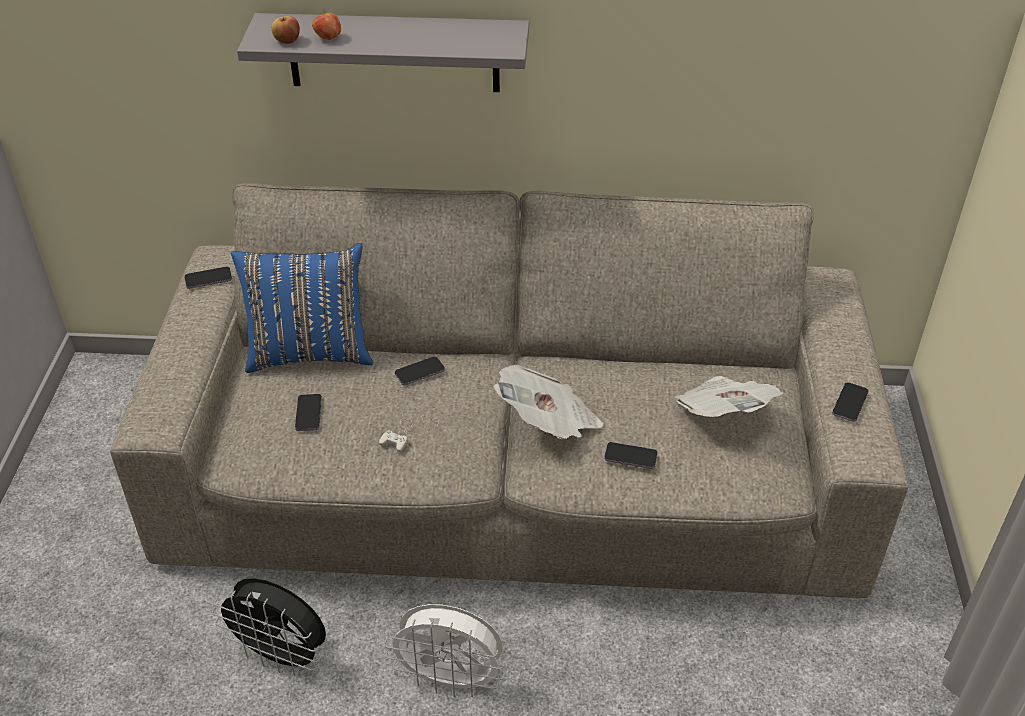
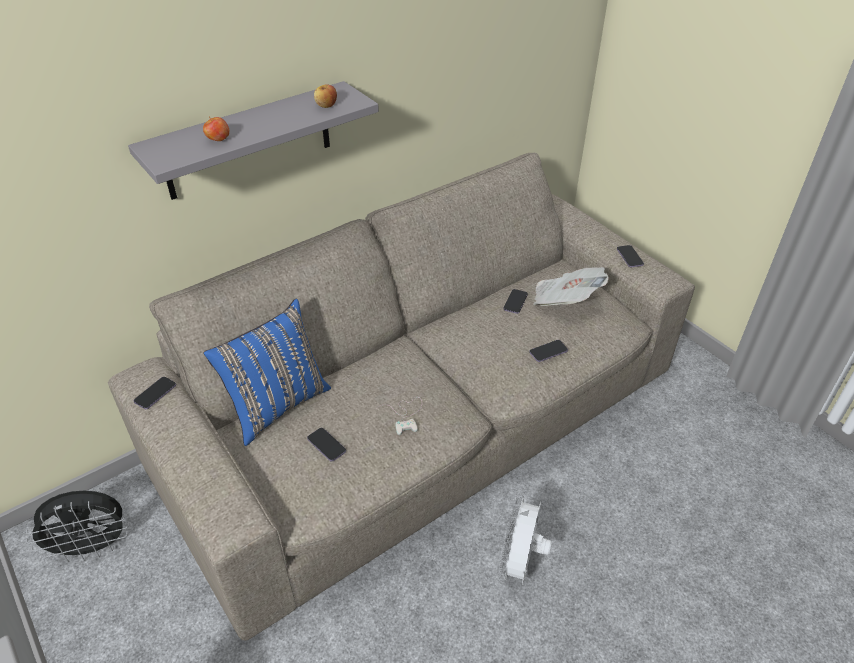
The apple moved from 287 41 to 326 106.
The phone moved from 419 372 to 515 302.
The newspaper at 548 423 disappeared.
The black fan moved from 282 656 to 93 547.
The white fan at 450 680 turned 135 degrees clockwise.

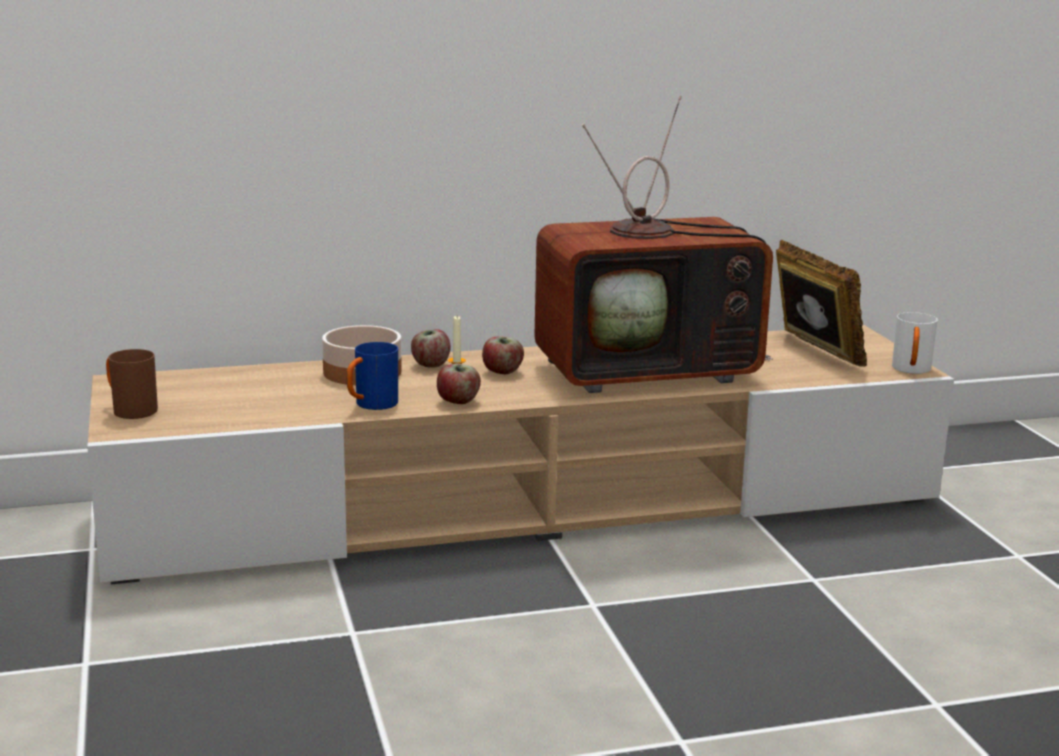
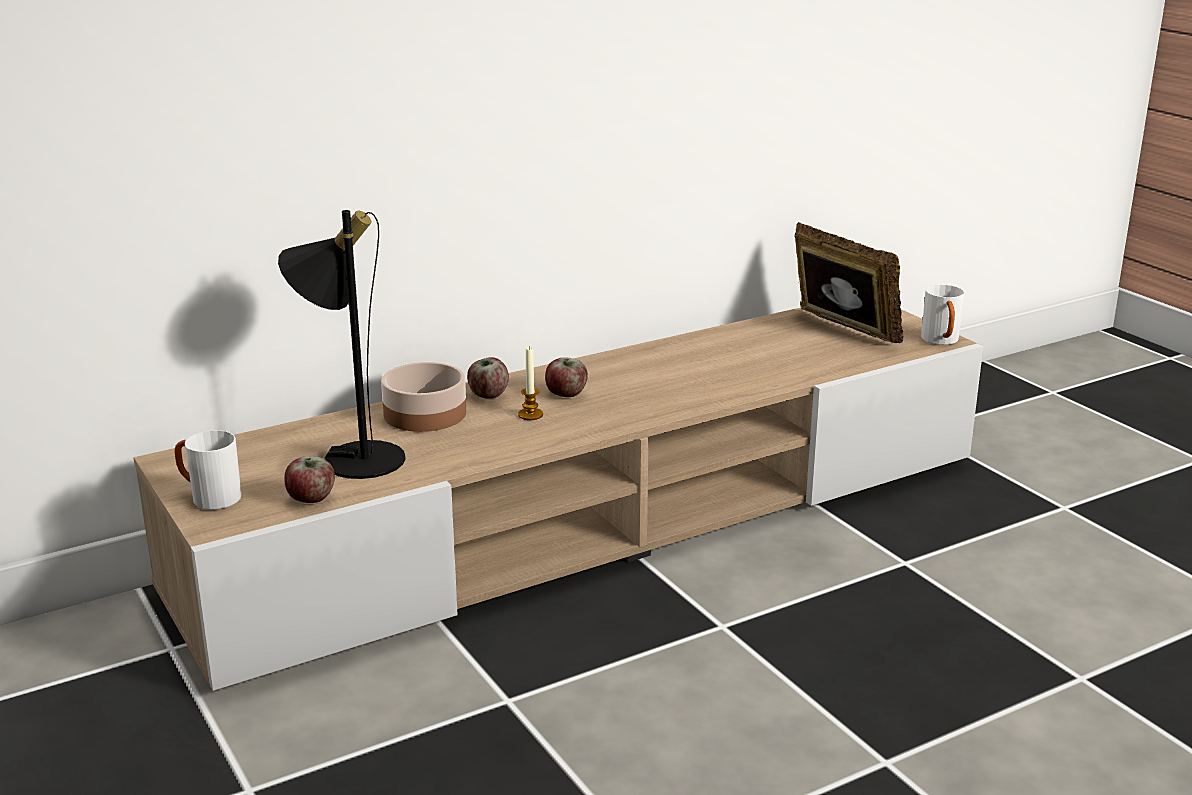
The television at 650 370 disappeared.
The blue mug at 371 406 disappeared.
The brown mug at 129 410 became the white mug at 208 497.
The apple moved from 458 402 to 311 499.
The black table lamp at 352 456 appeared.

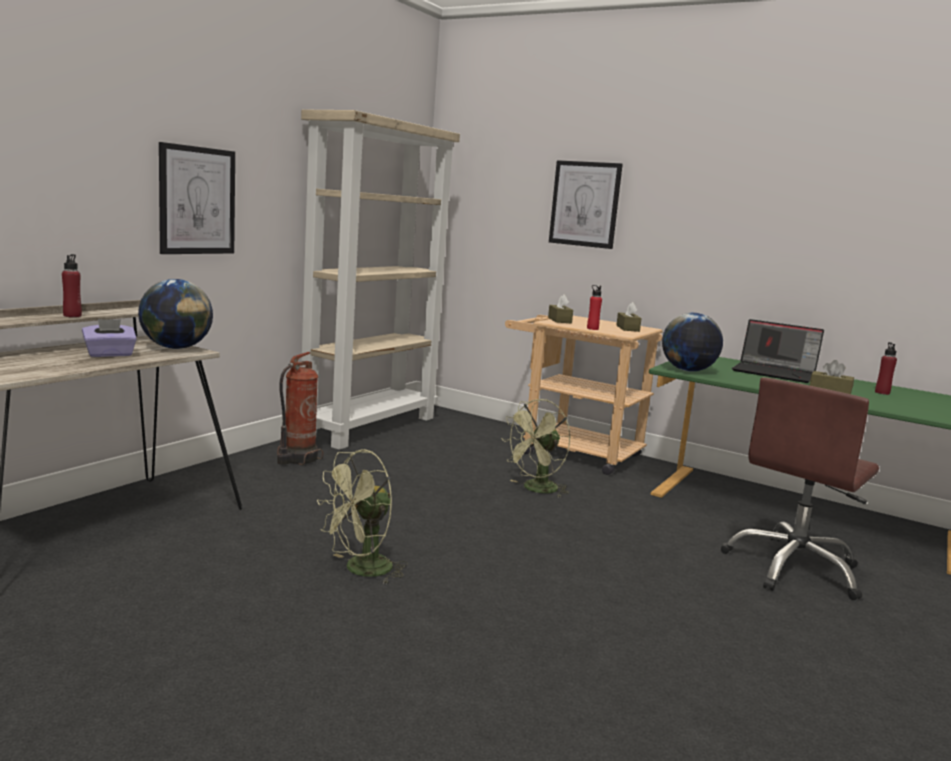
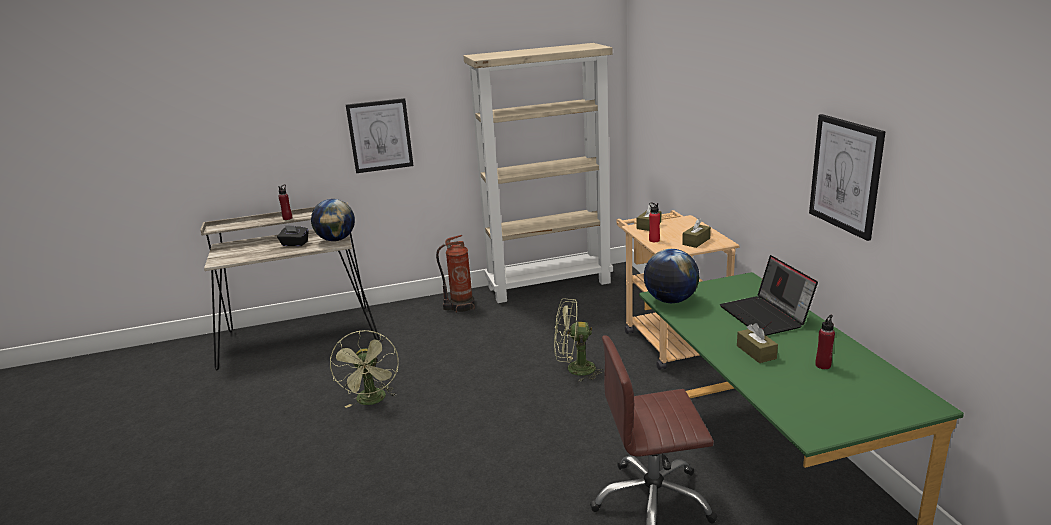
The picture moved from 585 204 to 846 175.
The purple tissue box at 110 354 became the black tissue box at 294 244.
The green fan at 360 570 turned 105 degrees counterclockwise.

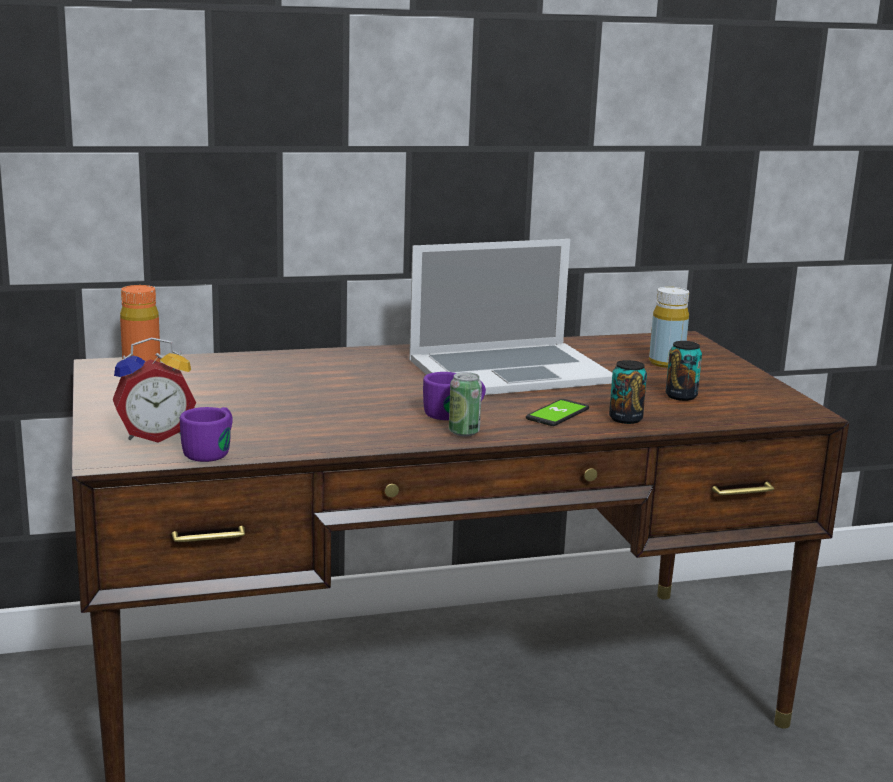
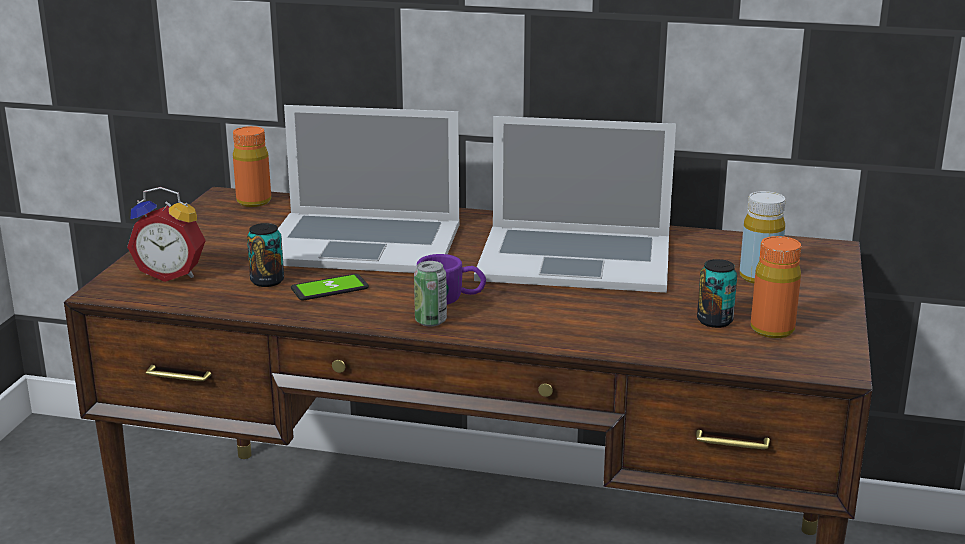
The can moved from 625 419 to 267 281.
The phone moved from 557 414 to 329 289.
The purple mug at 212 451 disappeared.
The laptop at 362 243 appeared.
The orange bottle at 772 330 appeared.

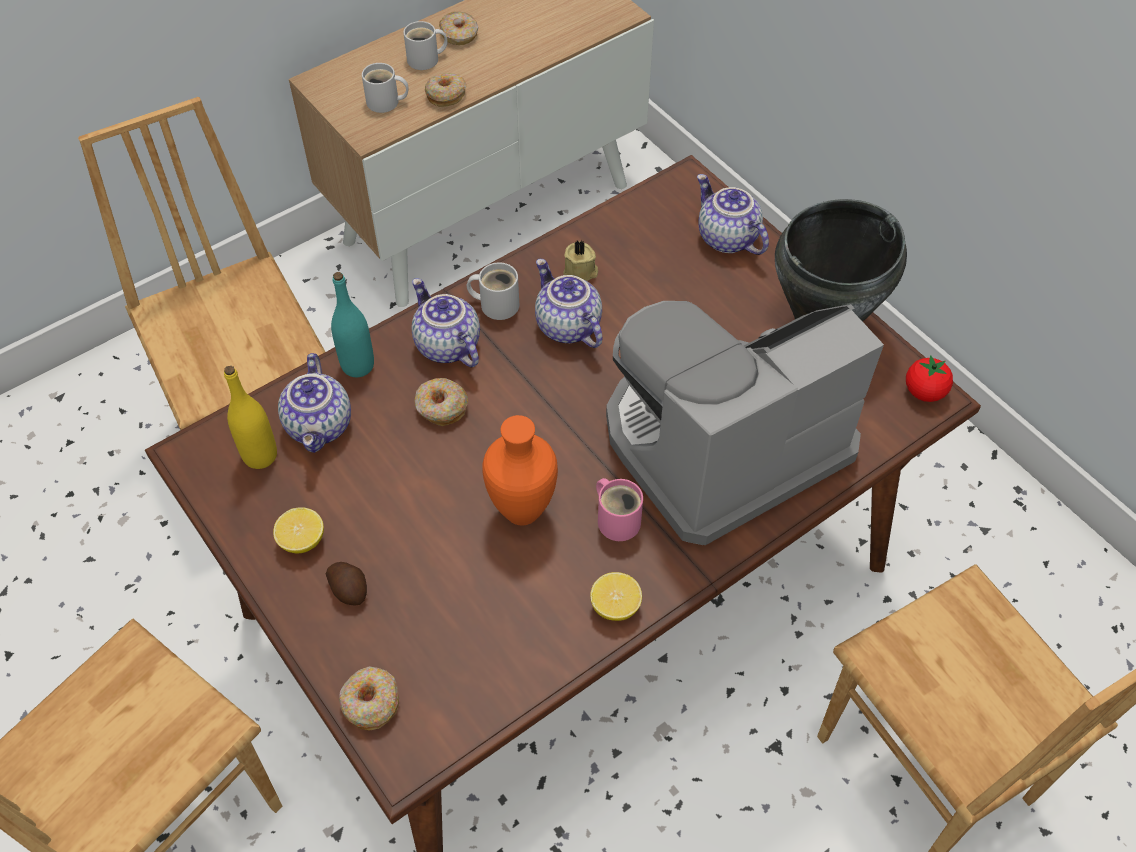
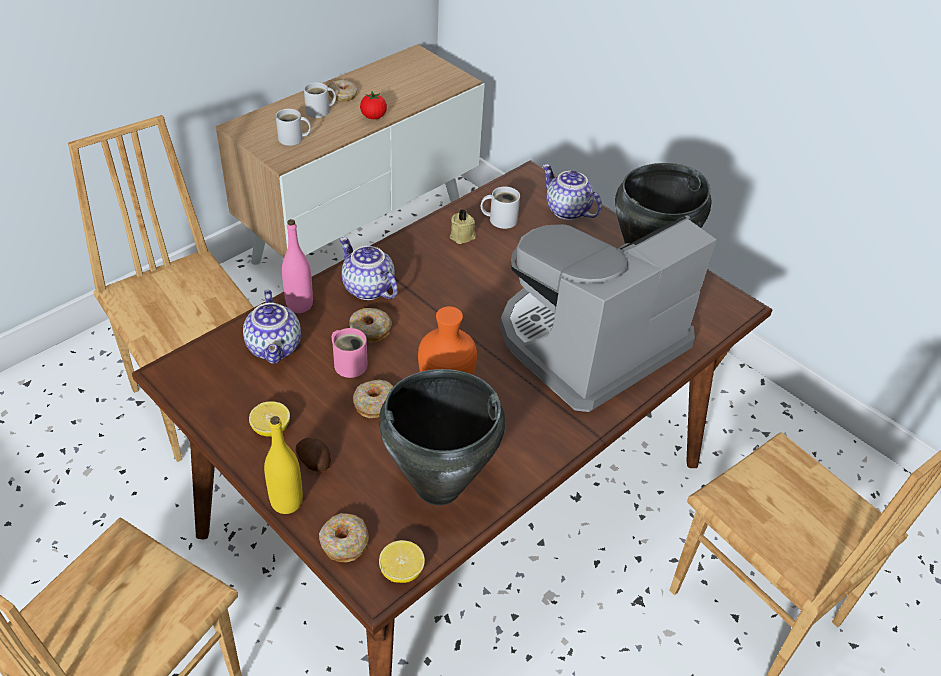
The donut moved from 446 95 to 374 403.
The teapot at 566 326 disappeared.
The white mug moved from 496 303 to 500 219.
The turquoise bottle at 358 365 became the pink bottle at 299 305.
The tomato moved from 924 392 to 373 117.
The yellow bottle moved from 260 455 to 286 502.
The pink mug moved from 617 518 to 349 363.
The lemon moved from 615 606 to 401 571.
The black cooking pot at 437 486 appeared.

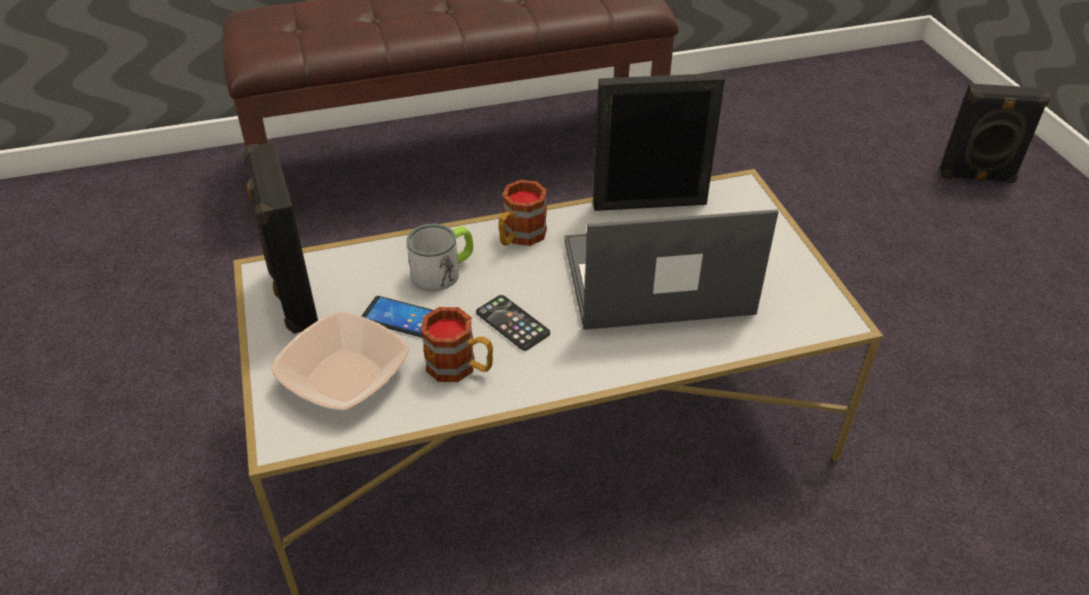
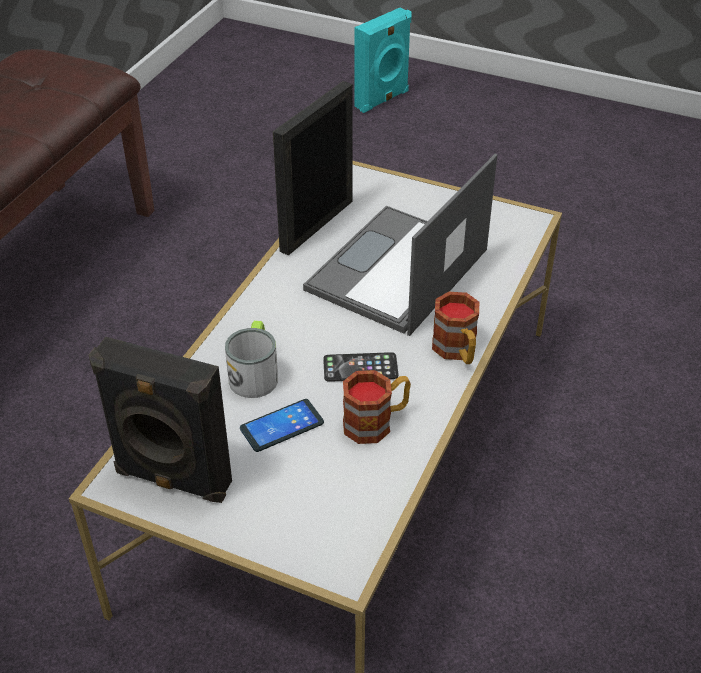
The black speaker at 977 177 became the turquoise speaker at 383 100.
The mug moved from 519 237 to 457 351.
The bowl at 344 377 disappeared.

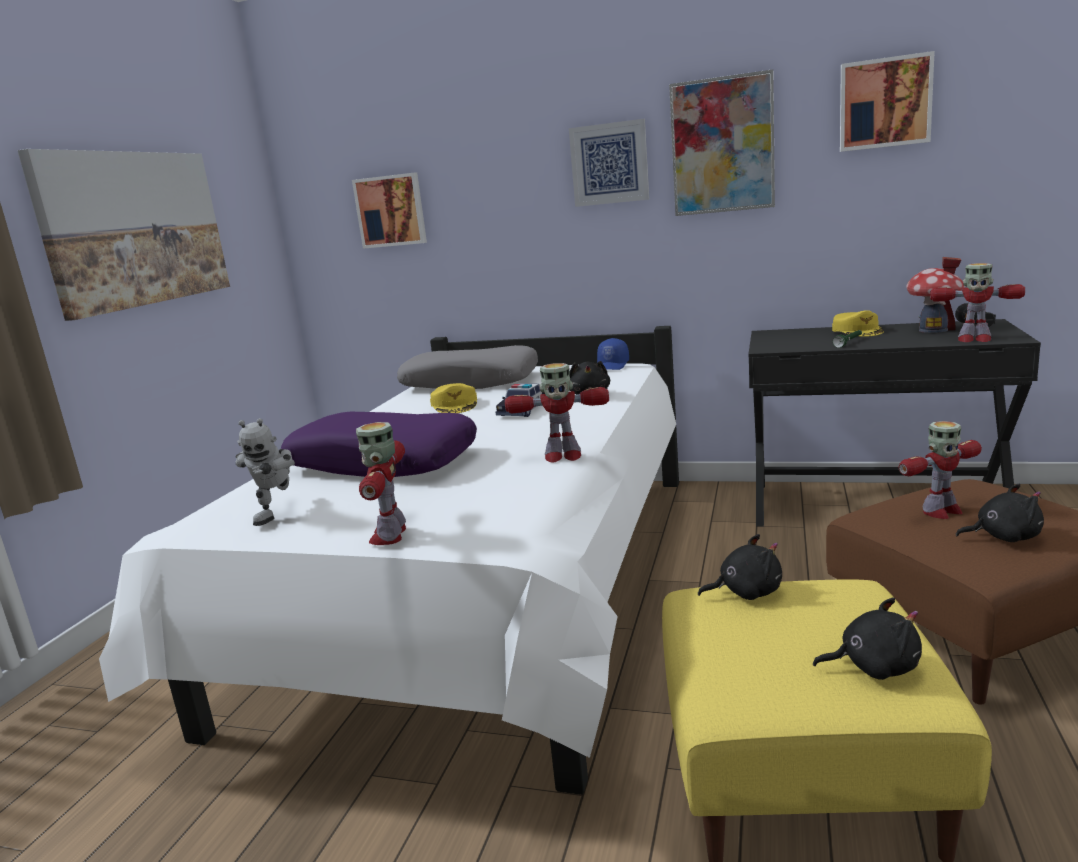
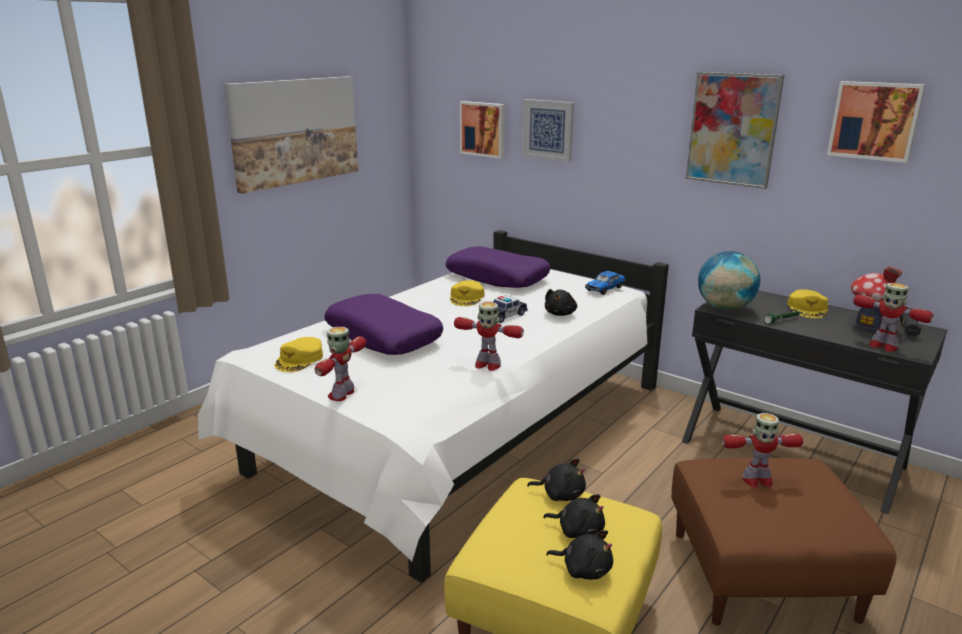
The picture moved from 609 164 to 548 129.
The blue cap at 612 366 was replaced by the toy car at 605 288.
The grey pillow at 471 382 became the purple pillow at 497 277.
The toy robot at 279 514 was replaced by the yellow cap at 300 360.
The black plush toy moved from 1003 537 to 578 530.
The globe at 724 308 appeared.

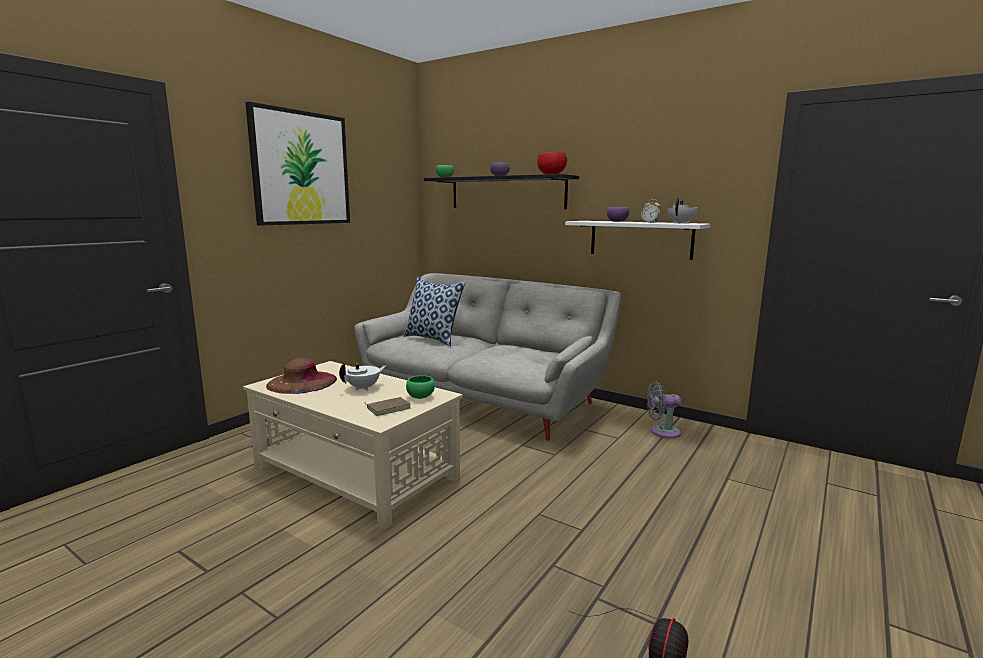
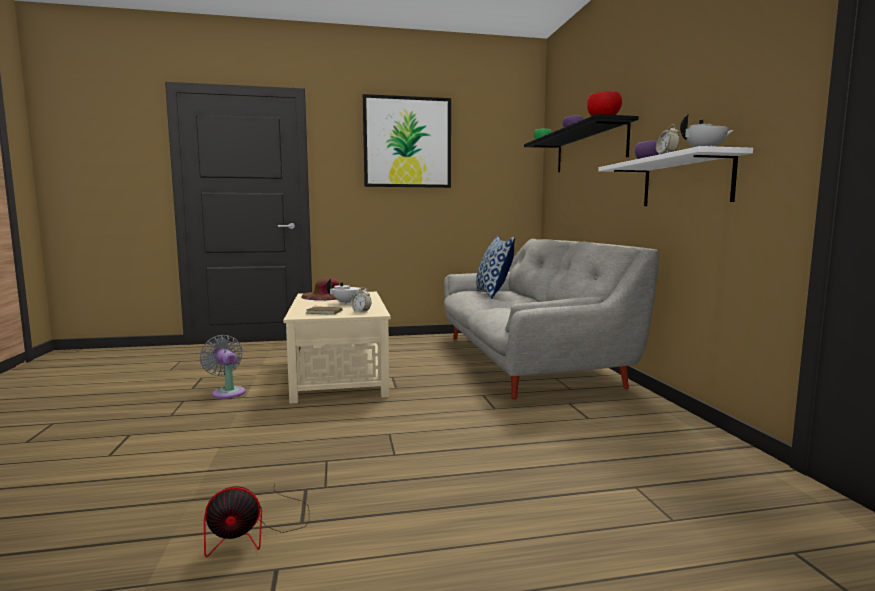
The green bowl at 421 396 was replaced by the alarm clock at 361 312.
The grey fan moved from 662 432 to 227 392.

